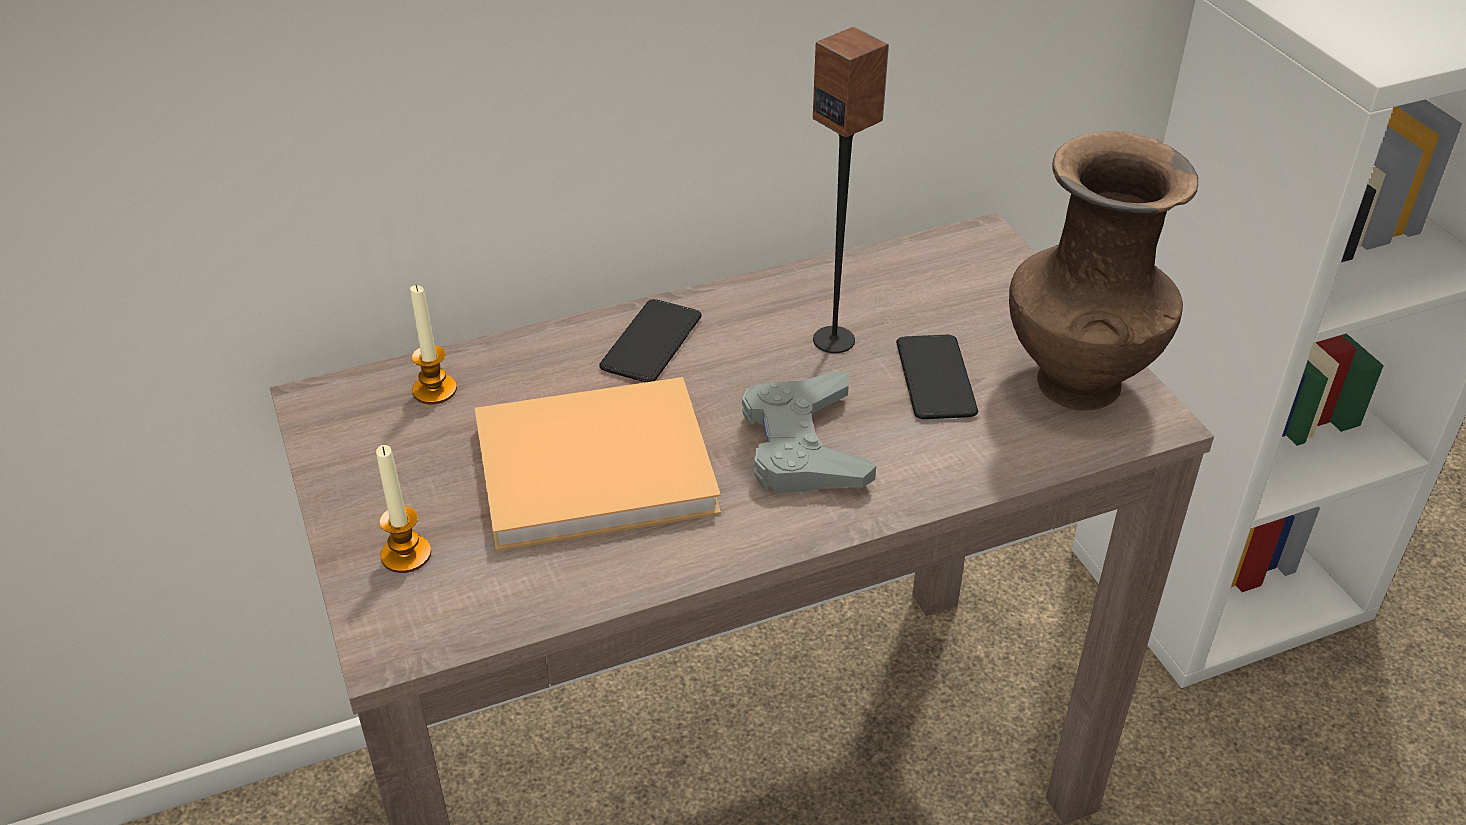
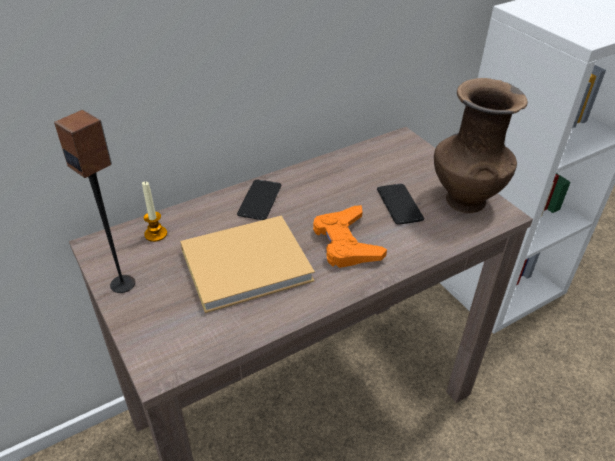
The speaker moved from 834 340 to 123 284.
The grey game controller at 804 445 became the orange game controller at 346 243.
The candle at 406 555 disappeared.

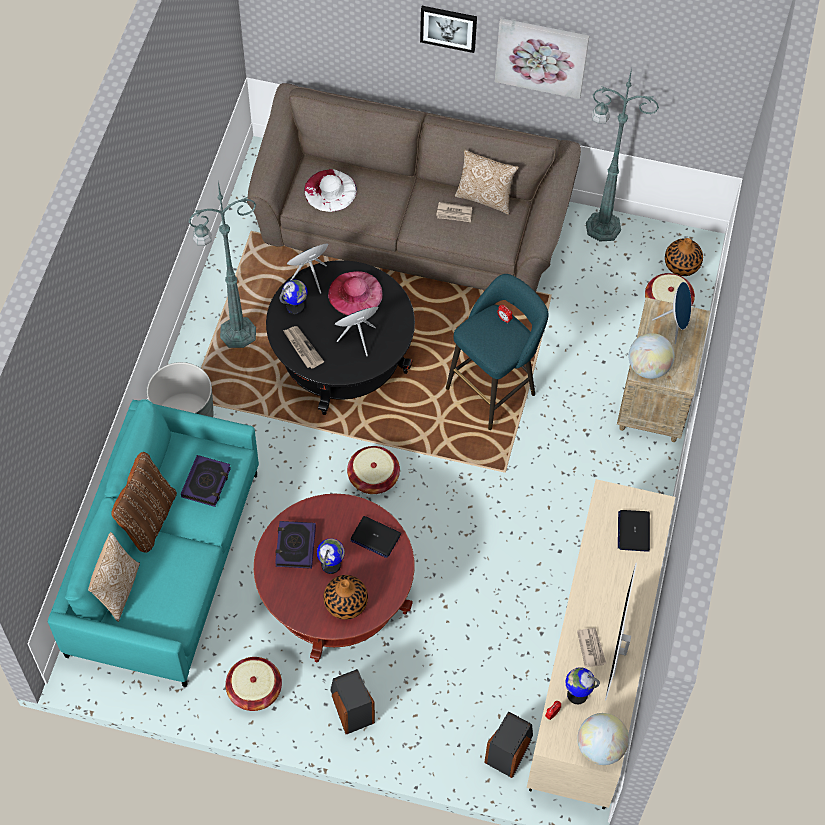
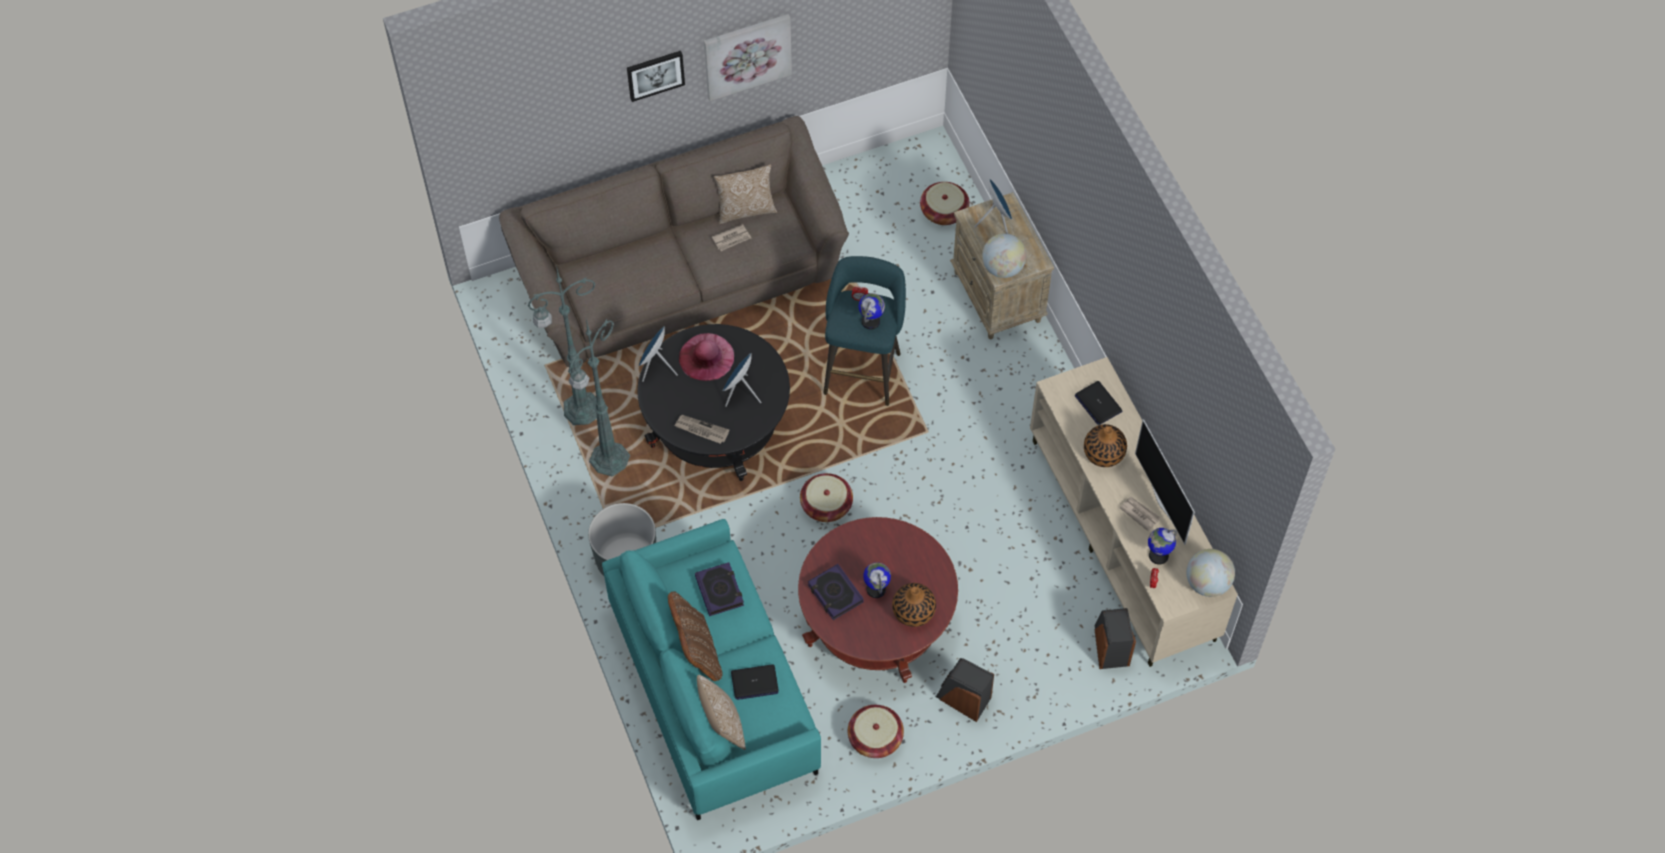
The green floor lamp moved from 601 226 to 580 410.
The white hat at 330 190 disappeared.
The vase moved from 682 265 to 1104 453.
The globe moved from 295 307 to 871 321.
The laptop moved from 375 537 to 754 682.

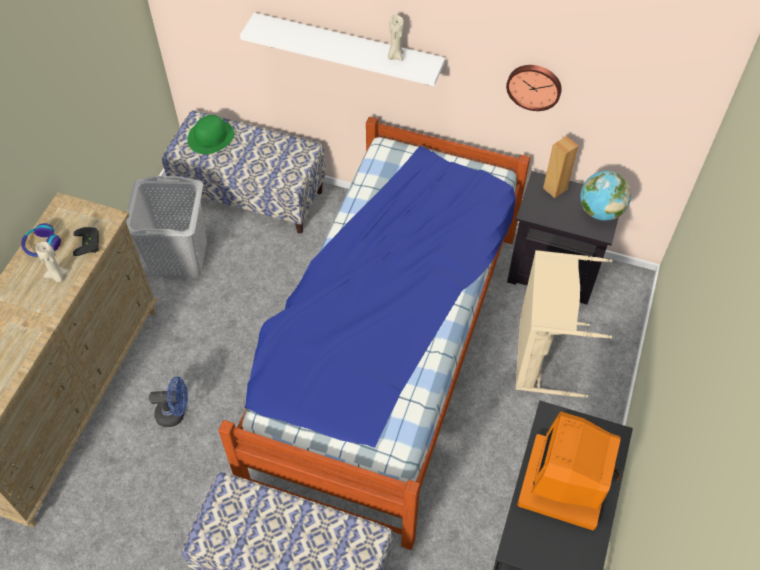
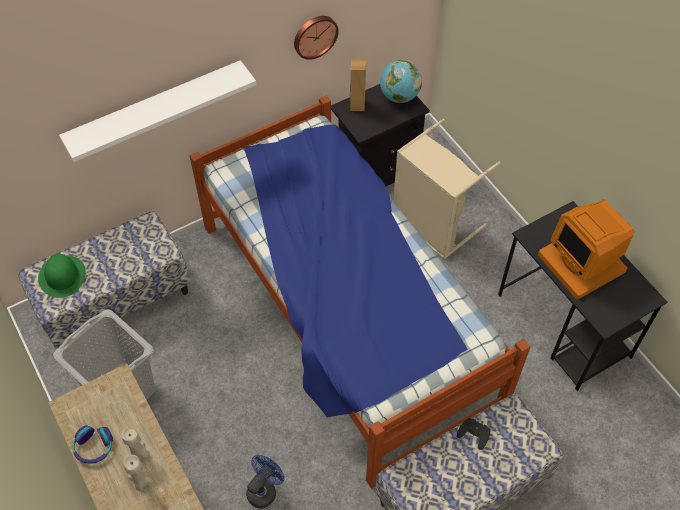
The beige candle moved from 395 56 to 140 481.
The black game controller moved from 89 243 to 475 432.

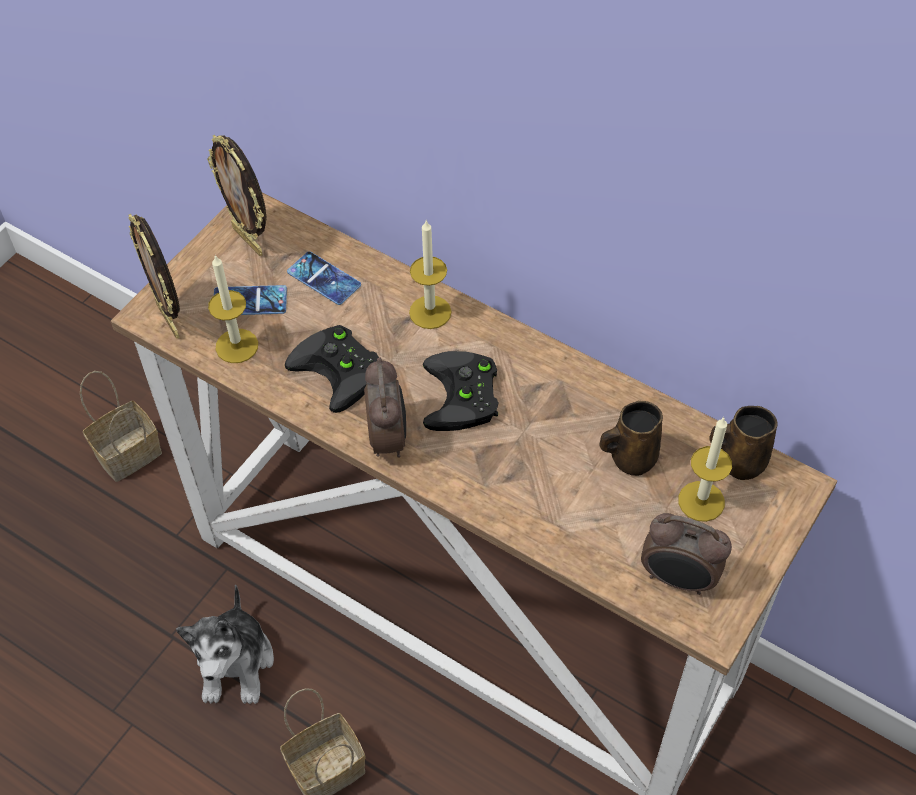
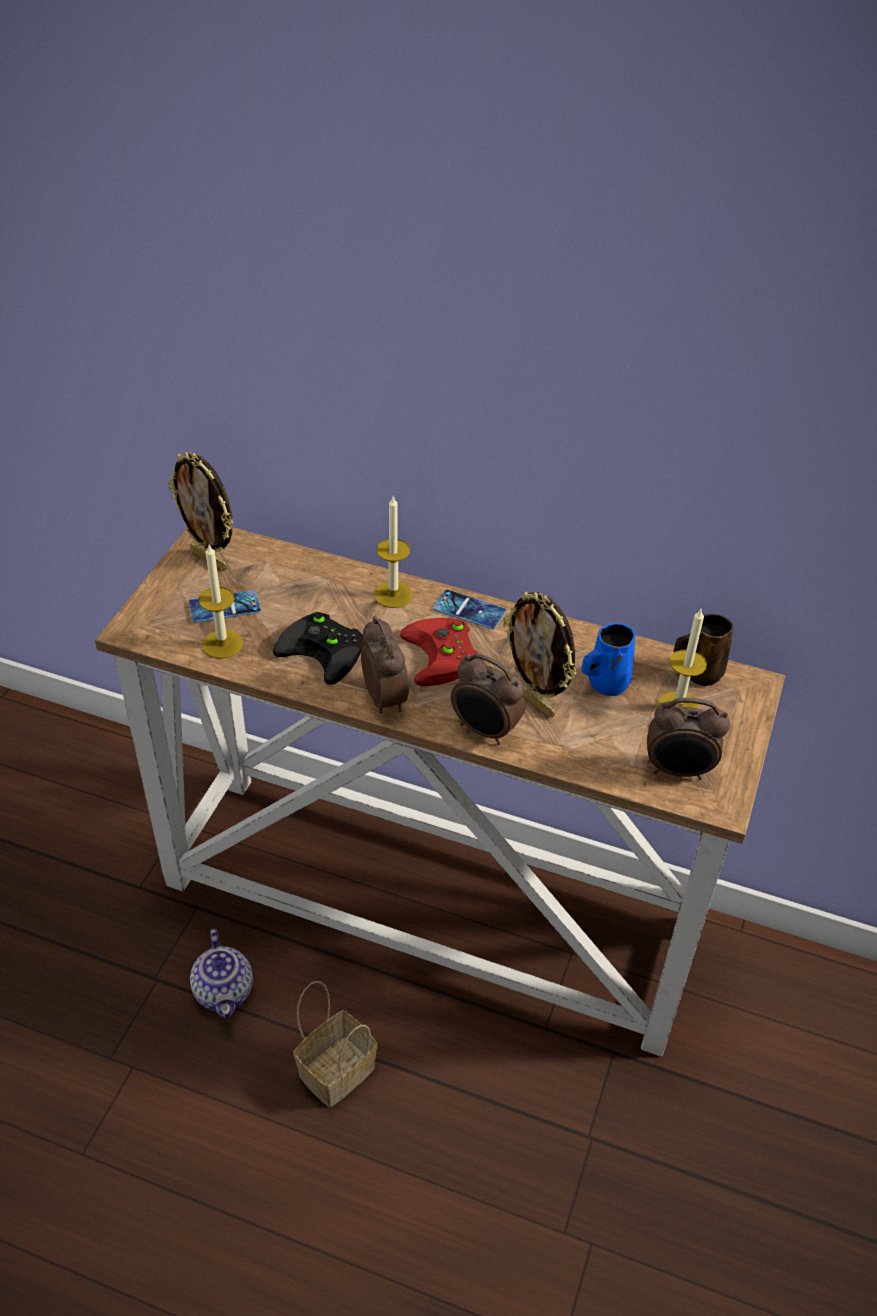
The picture frame moved from 170 319 to 534 701.
The phone moved from 324 278 to 469 610.
The black game controller at 464 397 became the red game controller at 444 657.
The basket at 127 456 disappeared.
The brown mug at 630 458 became the blue mug at 606 683.
The plush toy at 236 663 was replaced by the teapot at 225 991.
The alarm clock at 485 730 appeared.

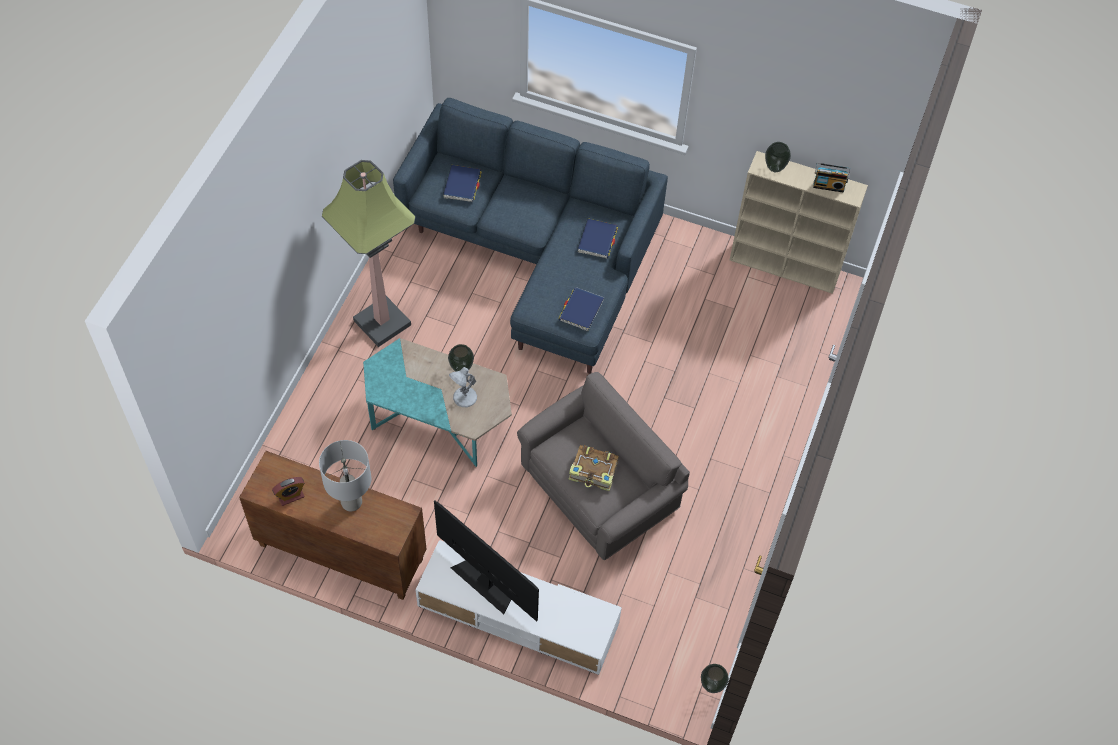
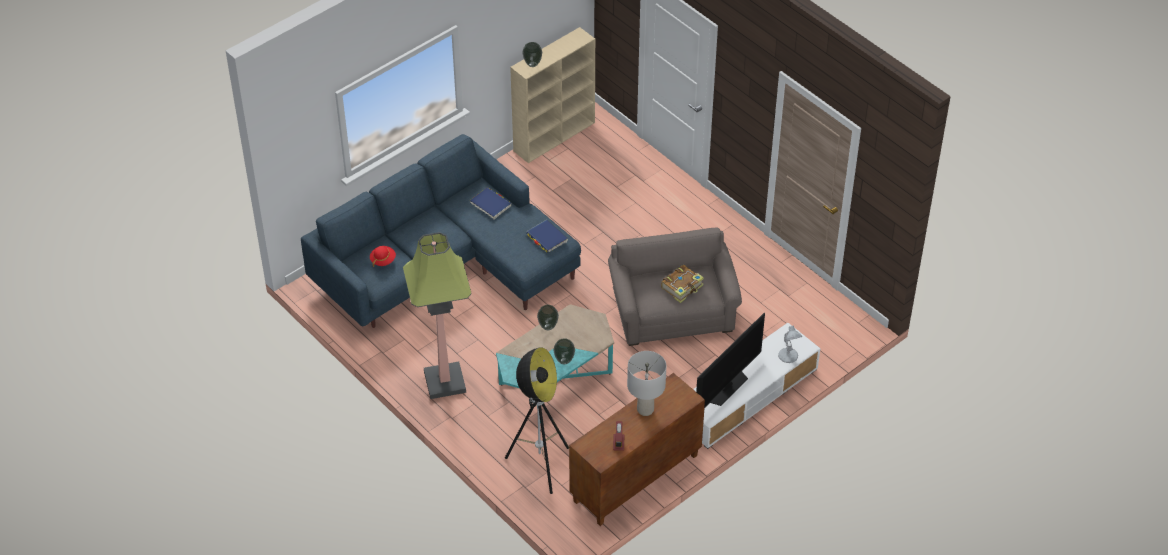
The radio at 828 185 disappeared.
The blue book at 462 185 was replaced by the red hat at 383 260.
The white table lamp moved from 464 398 to 788 356.
The television at 485 582 turned 150 degrees clockwise.
The vase moved from 712 685 to 564 360.
The floor lamp at 539 465 appeared.

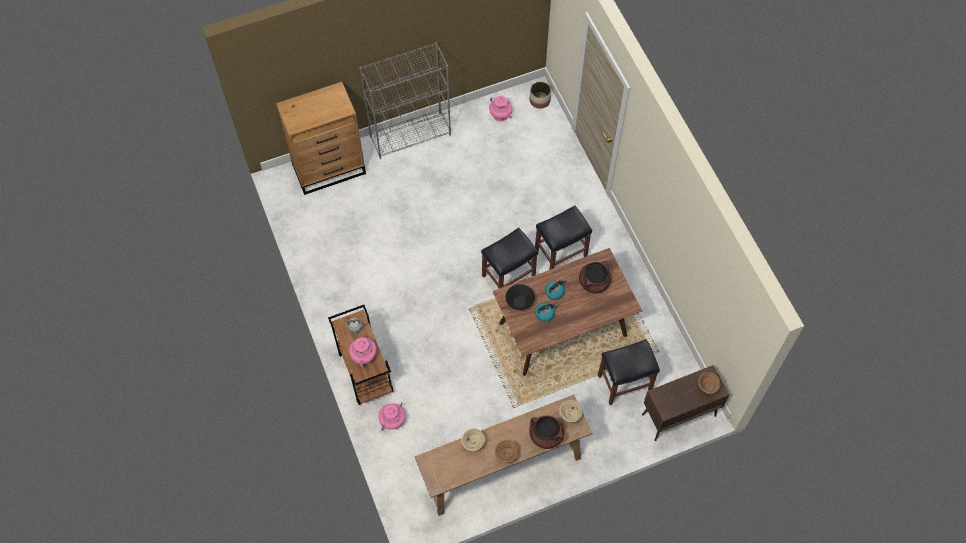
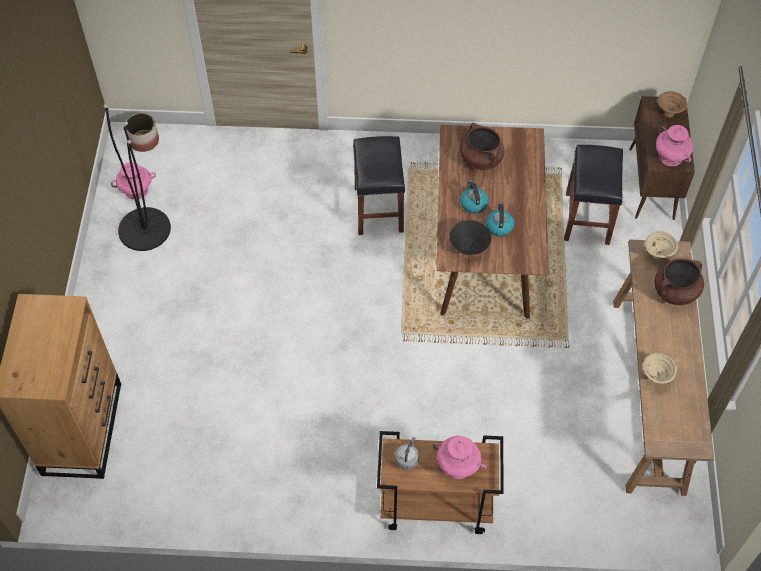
The grey bookcase at 410 135 disappeared.
The black stool at 509 276 disappeared.
The pink vase moved from 392 421 to 670 156.
The brown bowl at 506 456 disappeared.
The black floor lamp at 144 229 appeared.

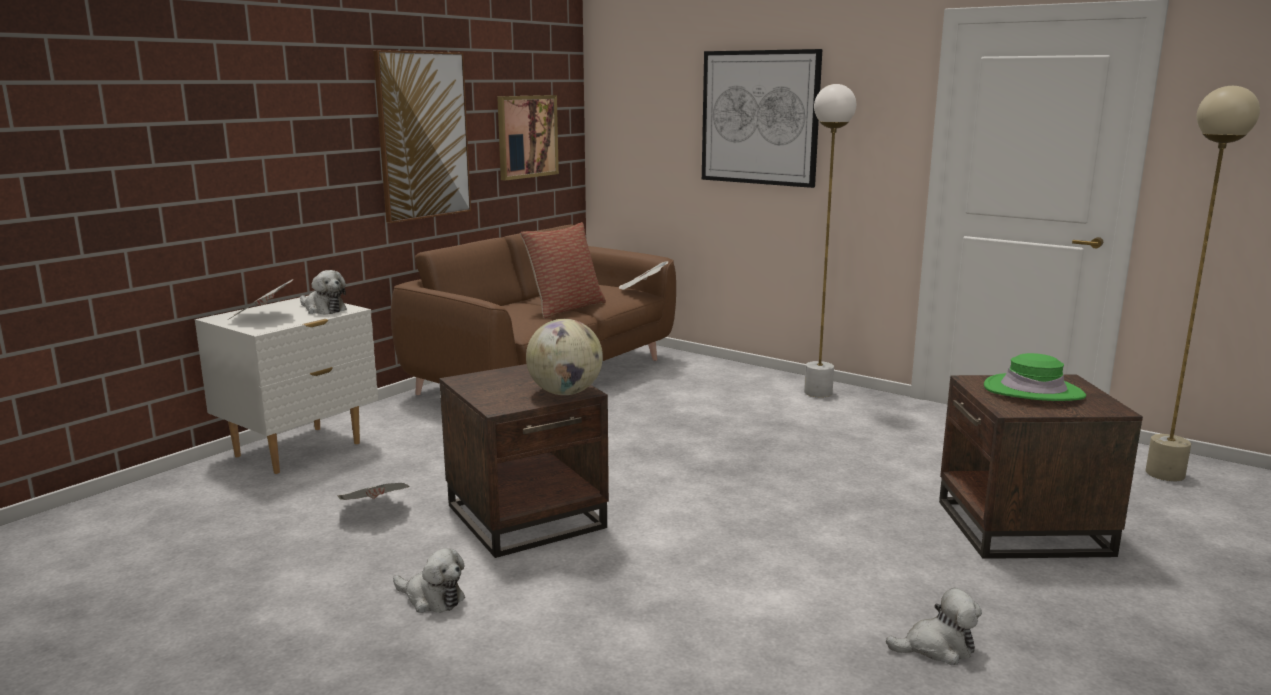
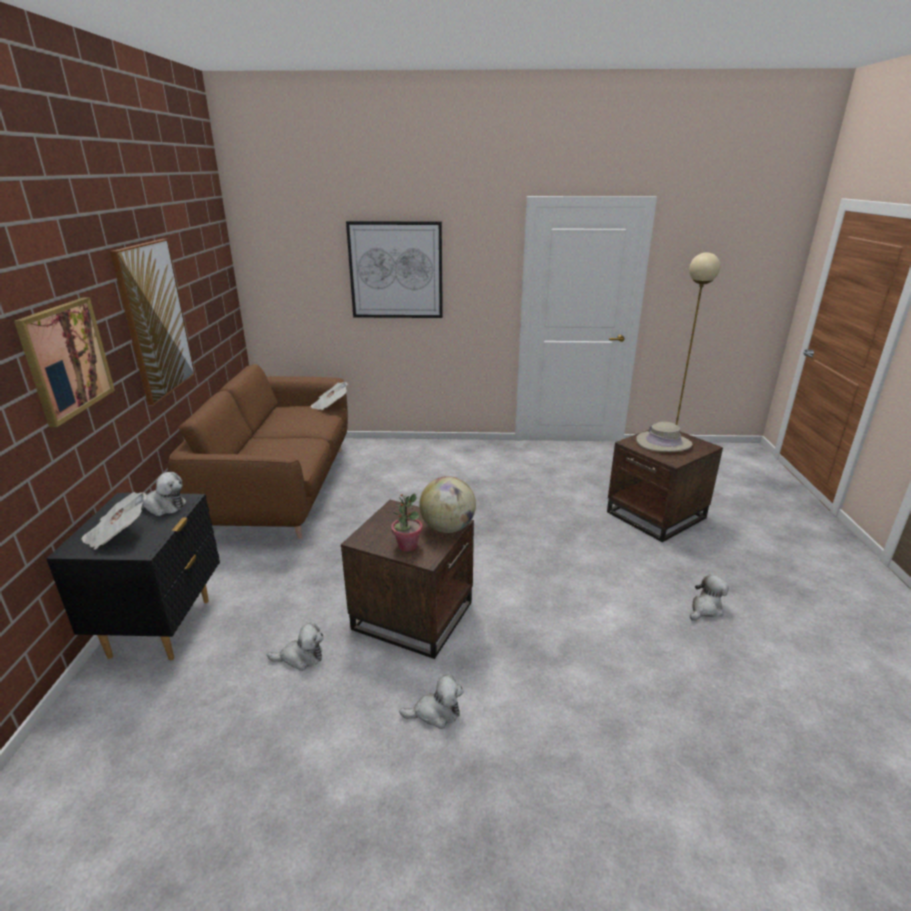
The white floor lamp at 818 393 disappeared.
The picture moved from 527 136 to 66 359.
The pillow at 565 308 disappeared.
The white nightstand at 299 450 became the black nightstand at 162 627.
The green hat at 1033 391 became the beige hat at 663 443.
The newspaper at 375 509 was replaced by the plush toy at 301 657.
The potted plant at 407 546 appeared.

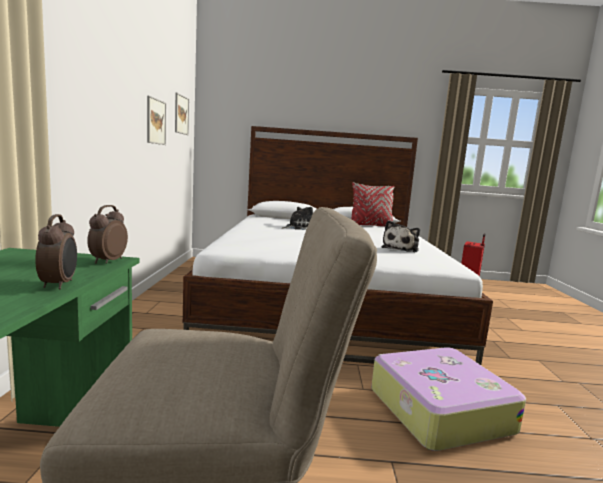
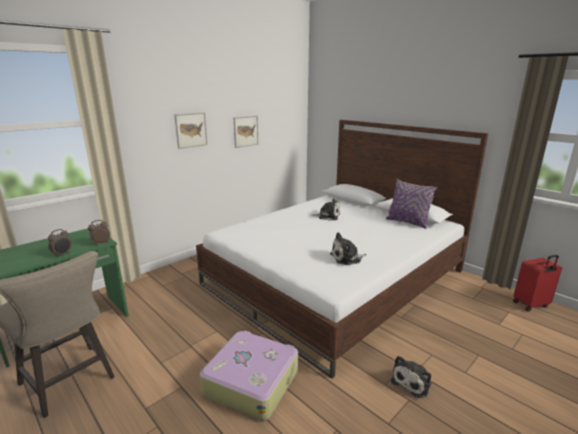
The picture moved from 181 114 to 191 130.
The red pillow at 370 226 became the purple pillow at 407 222.
The plush toy at 412 382 appeared.

